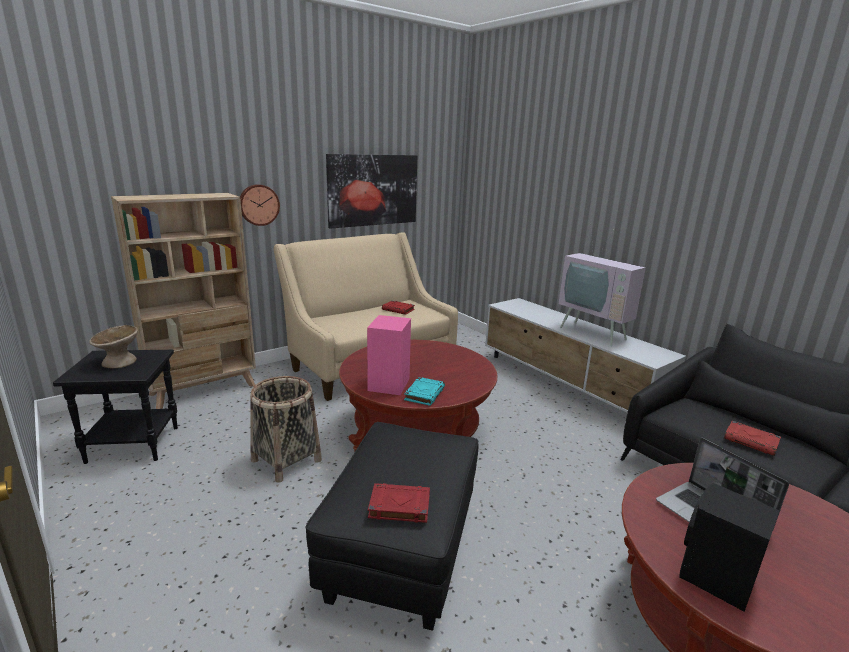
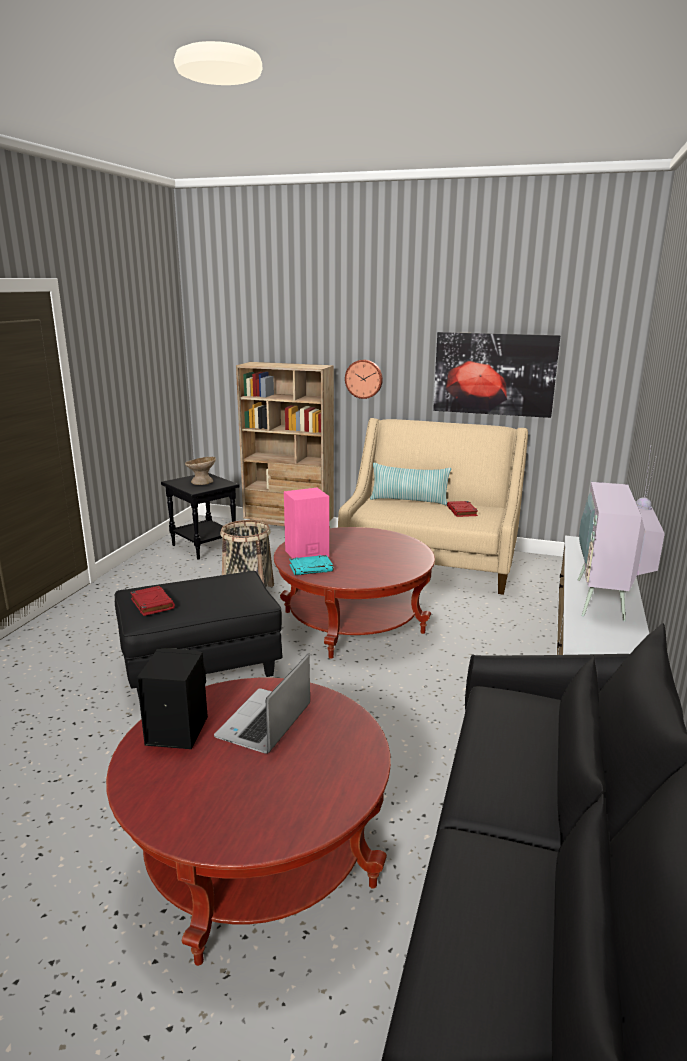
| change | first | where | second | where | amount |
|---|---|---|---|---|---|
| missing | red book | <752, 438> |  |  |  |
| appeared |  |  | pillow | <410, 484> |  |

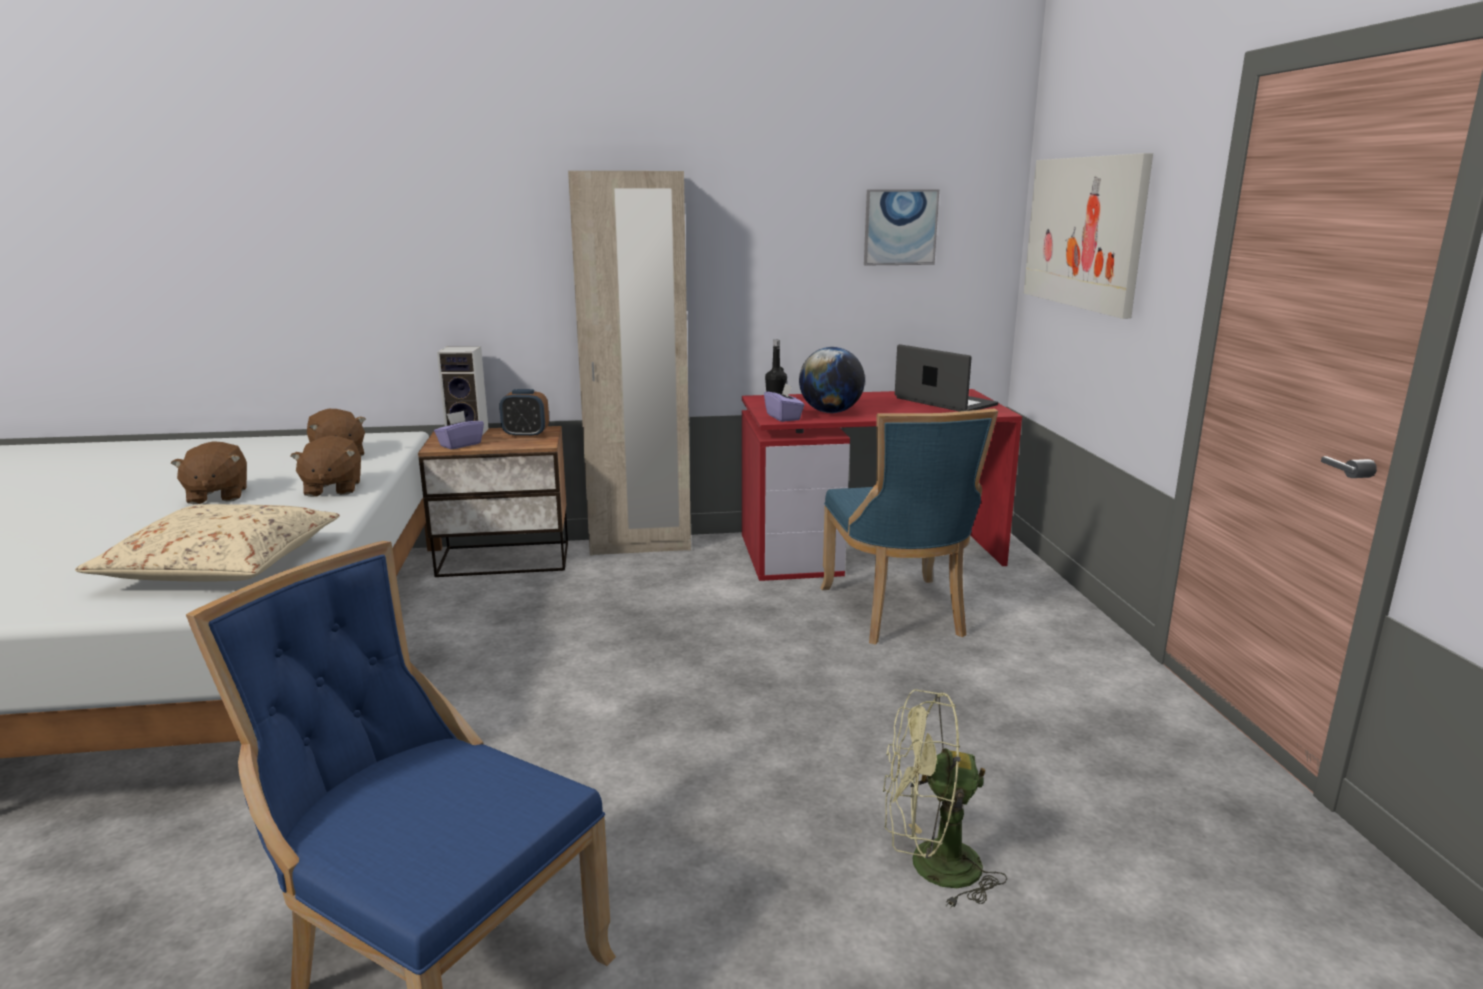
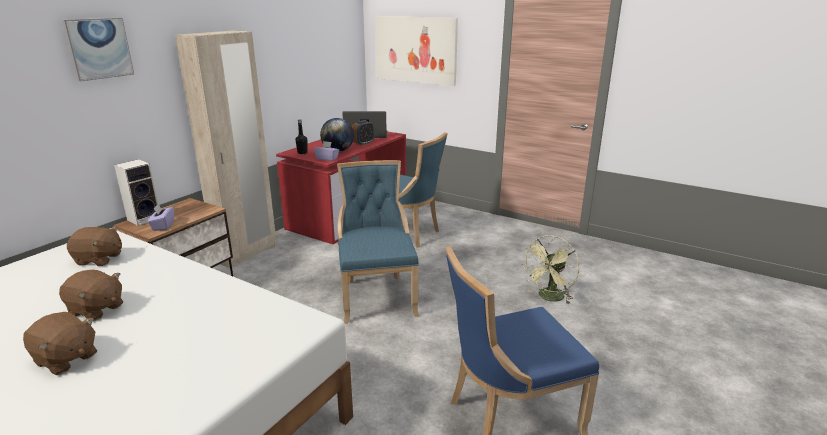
| change | first | where | second | where | amount |
|---|---|---|---|---|---|
| missing | beige pillow | <207, 543> |  |  |  |
| appeared |  |  | blue chair | <378, 242> |  |
| relocated | brown plush toy | <325, 466> |  | <60, 343> |  |
| relocated | alarm clock | <524, 413> |  | <363, 132> |  |
| relocated | picture | <901, 227> |  | <98, 50> |  |

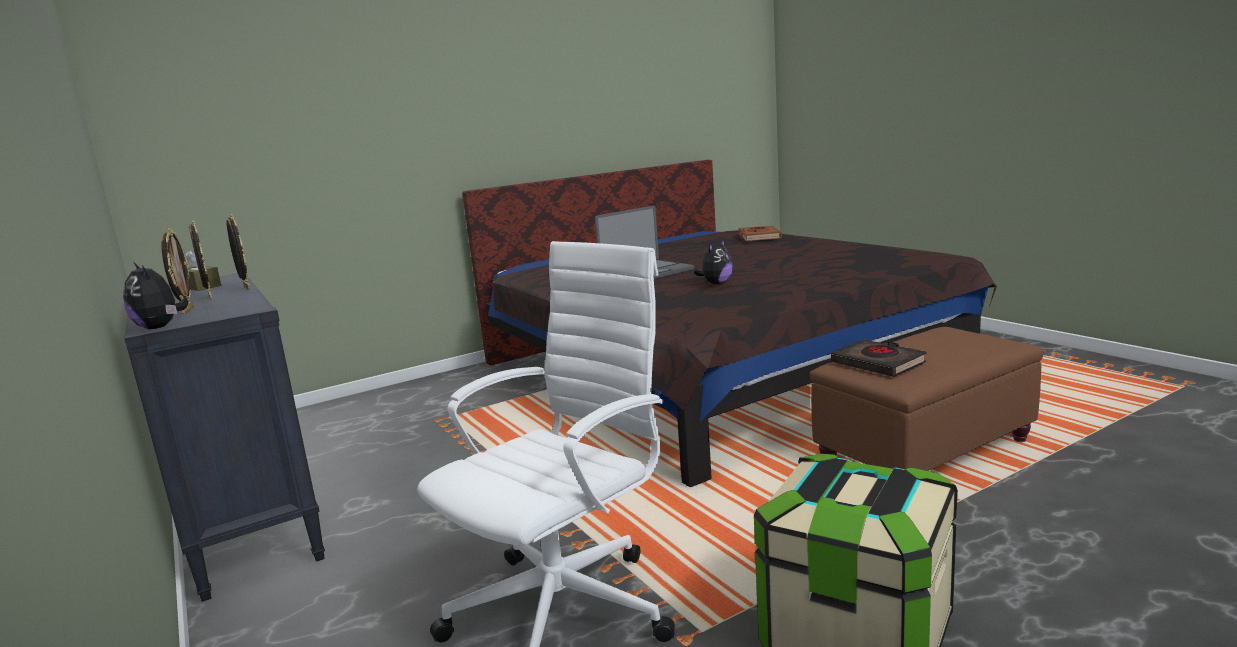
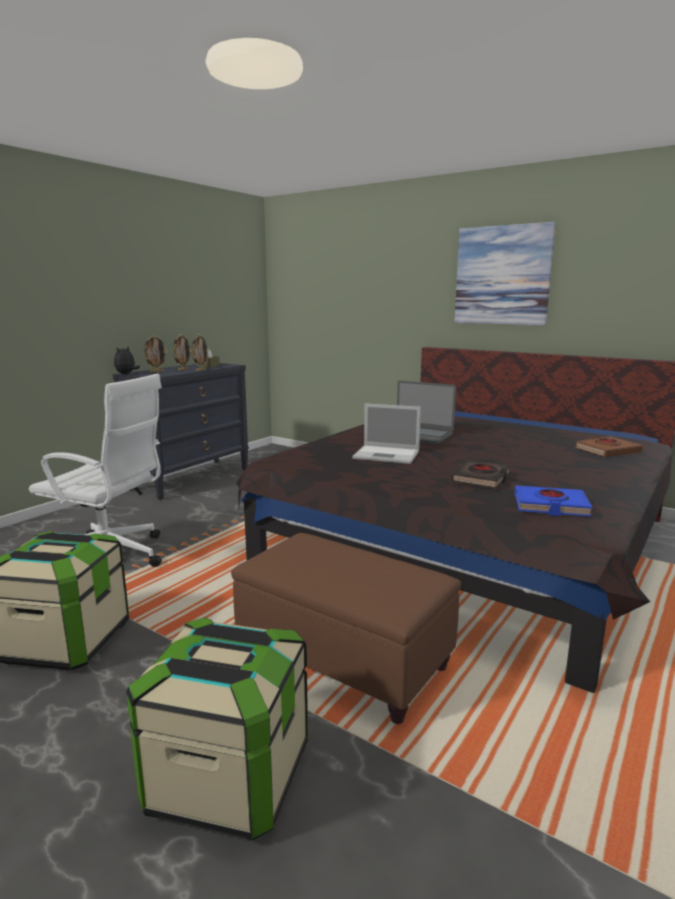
| change | first | where | second | where | amount |
|---|---|---|---|---|---|
| appeared |  |  | storage box | <217, 729> |  |
| appeared |  |  | picture | <505, 273> |  |
| appeared |  |  | blue book | <553, 500> |  |
| relocated | black book | <879, 358> |  | <480, 474> |  |
| exchanged | plush toy | <713, 261> | laptop | <386, 433> |  |

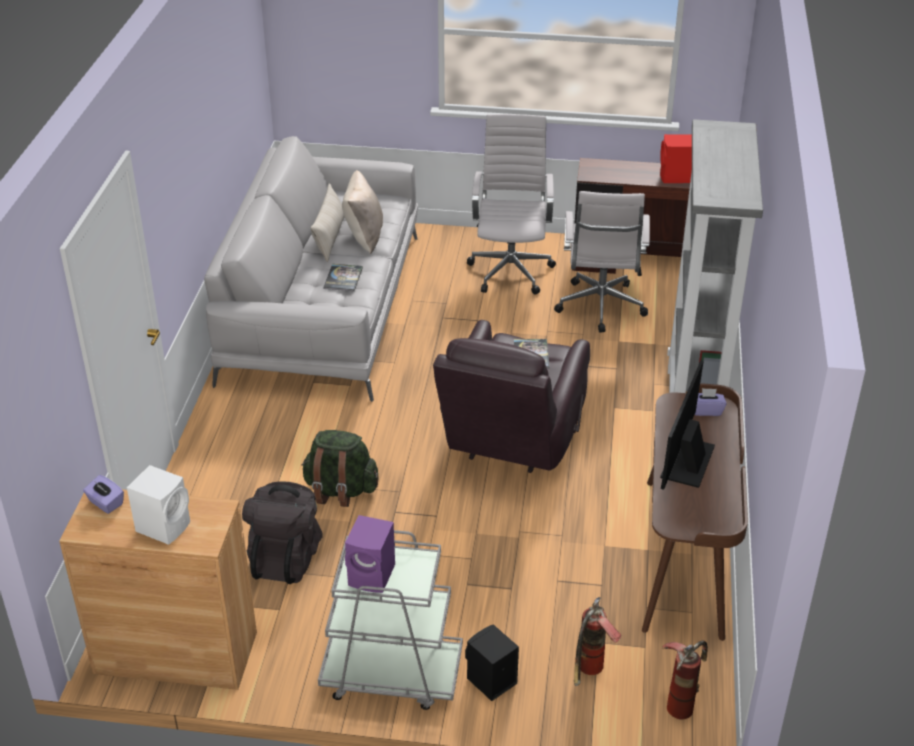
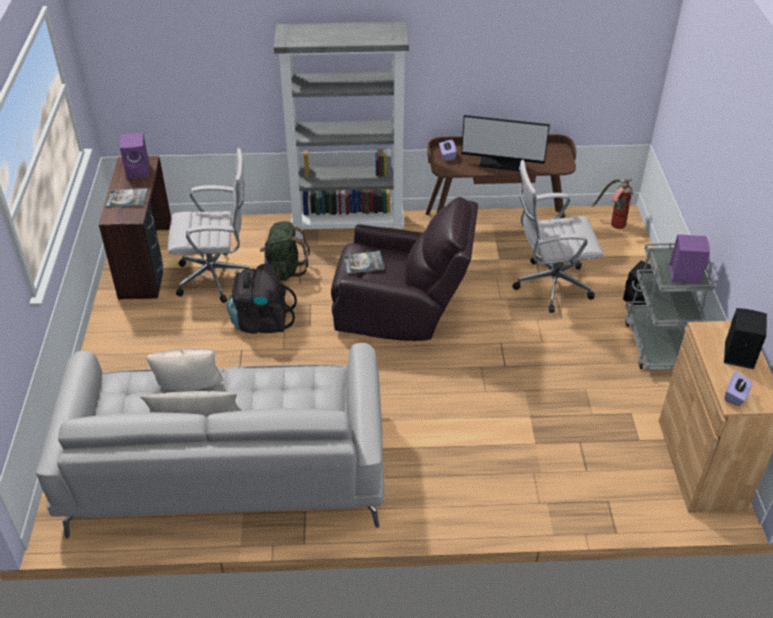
| change | first | where | second | where | amount |
|---|---|---|---|---|---|
| missing | fire extinguisher | <597, 641> |  |  |  |
| relocated | black backpack | <282, 532> |  | <262, 299> |  |
| relocated | green backpack | <340, 468> |  | <285, 251> |  |
| relocated | book | <343, 277> |  | <127, 198> |  |
| relocated | white office chair | <511, 204> |  | <557, 236> |  |
| colour | white speaker | <158, 505> | black speaker | <745, 338> |  |
| colour | red speaker | <676, 158> | purple speaker | <134, 156> |  |

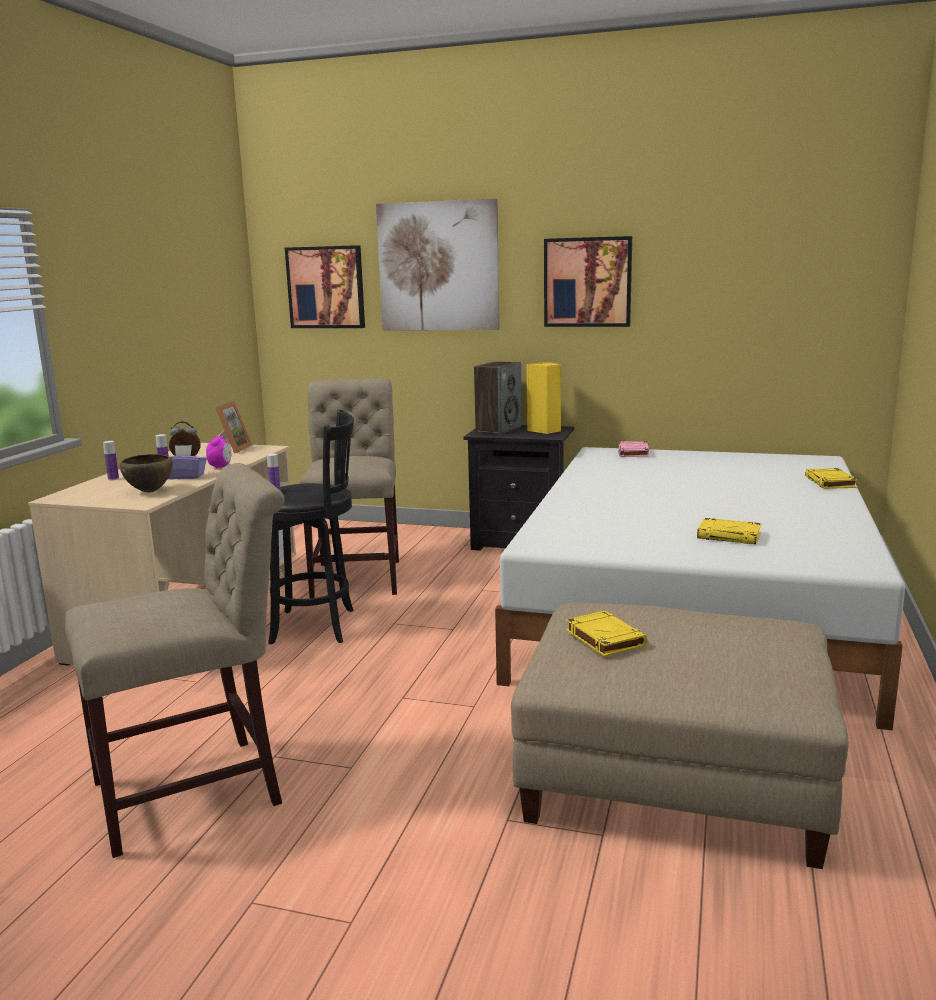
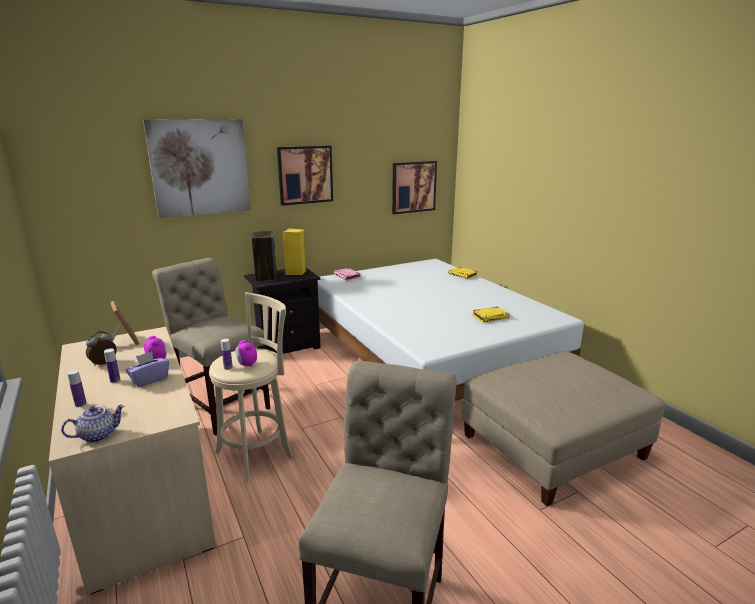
| change | first | where | second | where | amount |
|---|---|---|---|---|---|
| missing | brown bowl | <146, 473> |  |  |  |
| missing | yellow book | <606, 634> |  |  |  |
| appeared |  |  | teapot | <93, 424> |  |
| appeared |  |  | alarm clock | <246, 353> |  |
| relocated | picture | <325, 286> |  | <414, 187> |  |
| colour | black stool | <311, 527> | beige stool | <251, 387> |  |

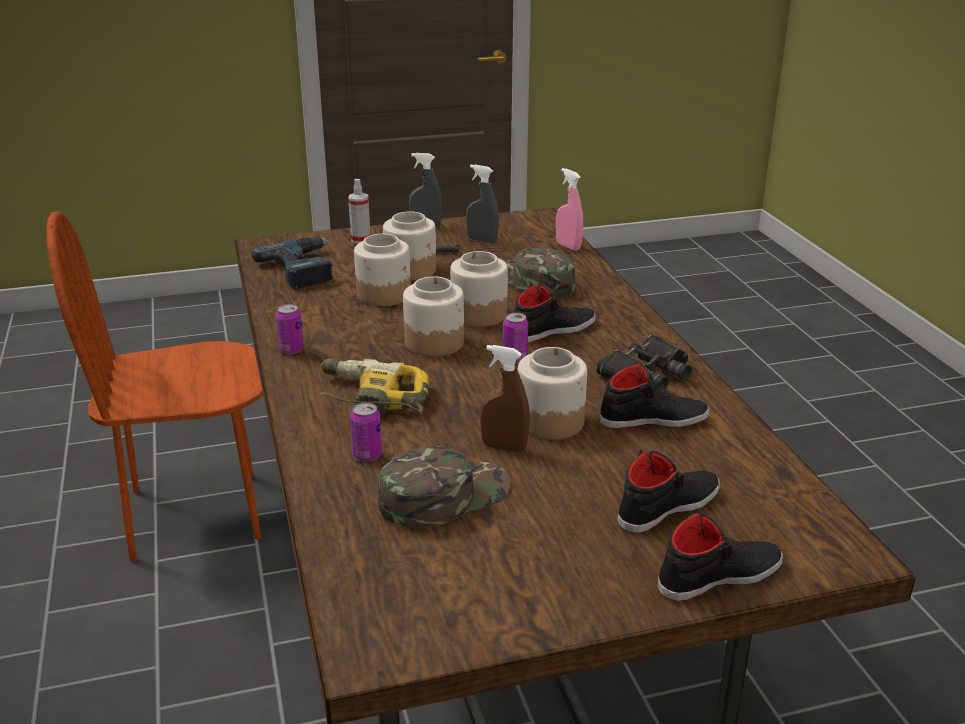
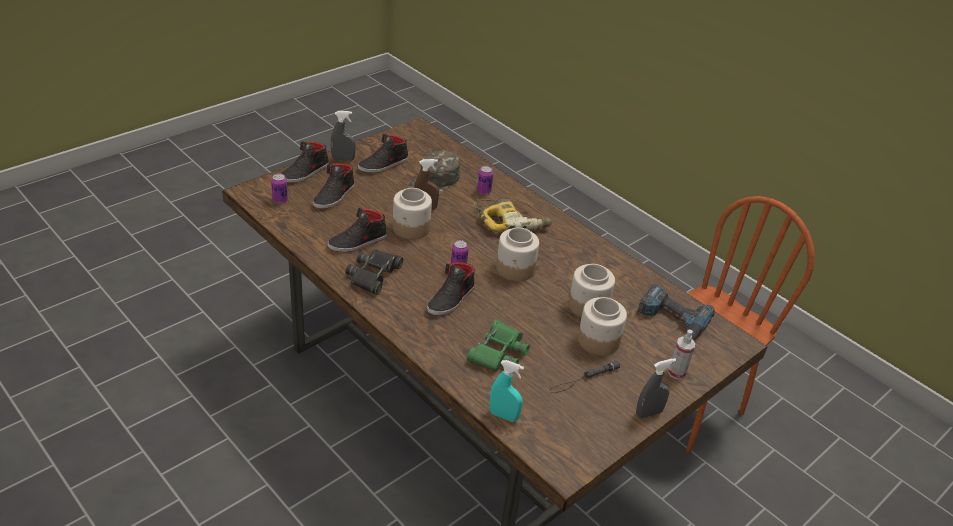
| change | first | where | second | where | amount |
|---|---|---|---|---|---|
| missing | jar | <479, 289> |  |  |  |
| appeared |  |  | black shoe | <383, 153> |  |
| relocated | can | <289, 329> |  | <279, 188> |  |
| relocated | grey spray bottle | <482, 204> |  | <343, 136> |  |
| exchanged | green cap | <539, 273> | green binoculars | <498, 345> |  |
| colour | pink spray bottle | <569, 209> | turquoise spray bottle | <507, 391> |  |

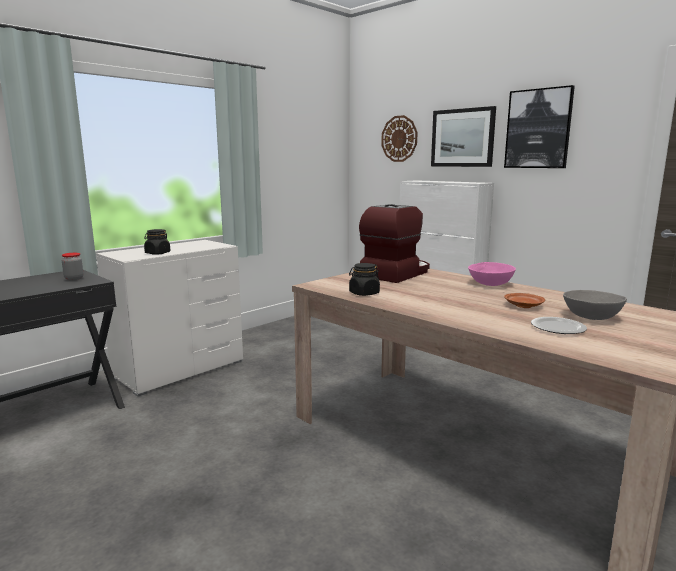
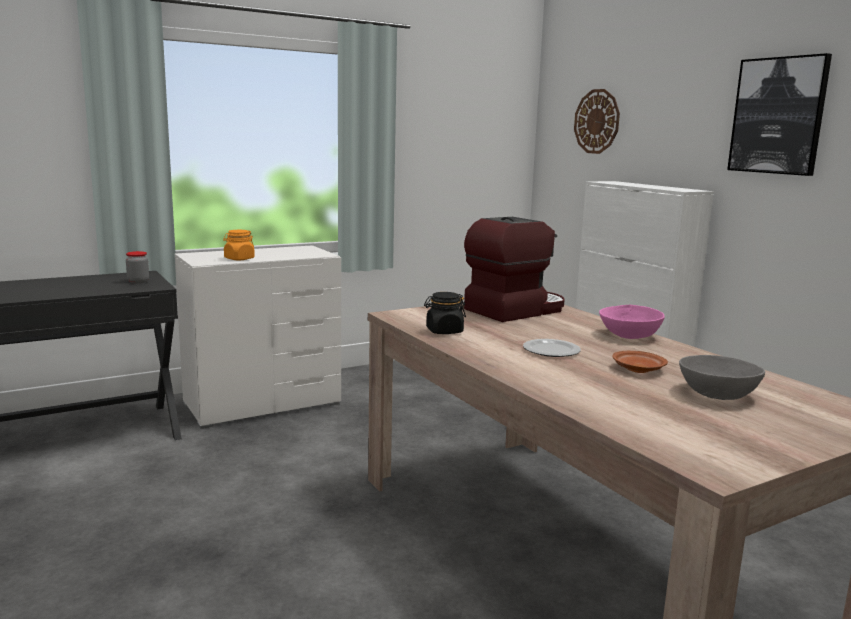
| change | first | where | second | where | amount |
|---|---|---|---|---|---|
| missing | picture | <463, 136> |  |  |  |
| relocated | plate | <559, 325> |  | <552, 348> |  |
| colour | black jar | <157, 242> | orange jar | <239, 245> |  |

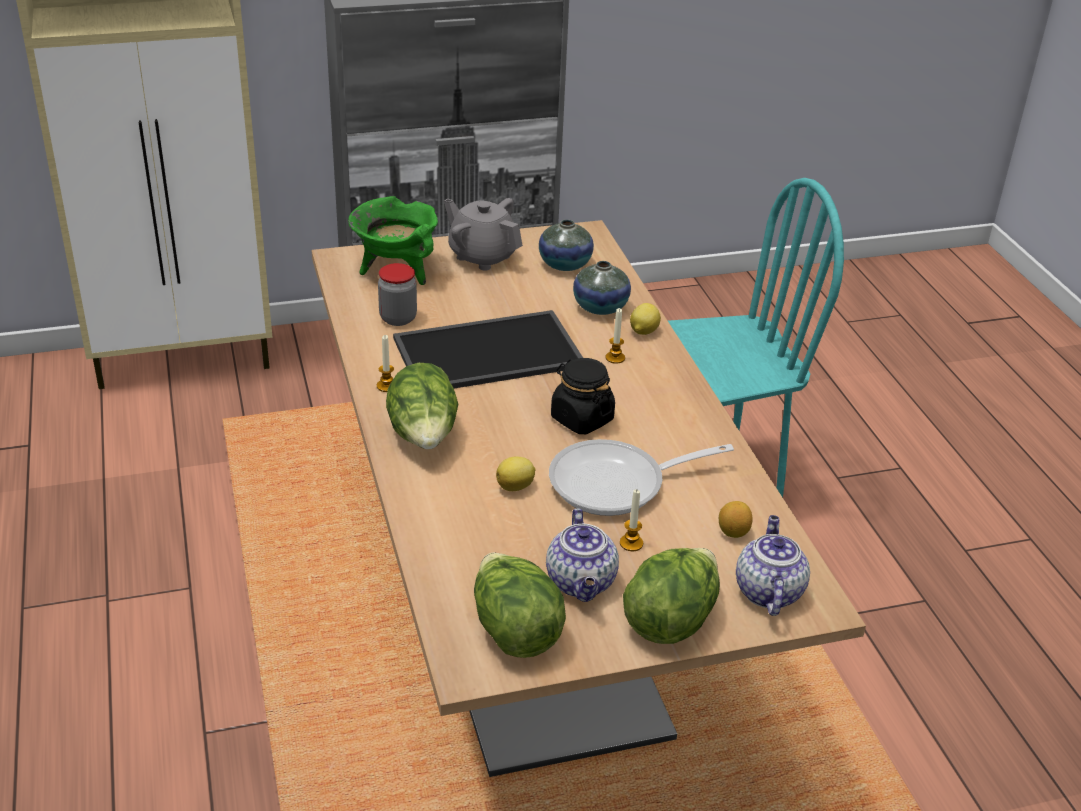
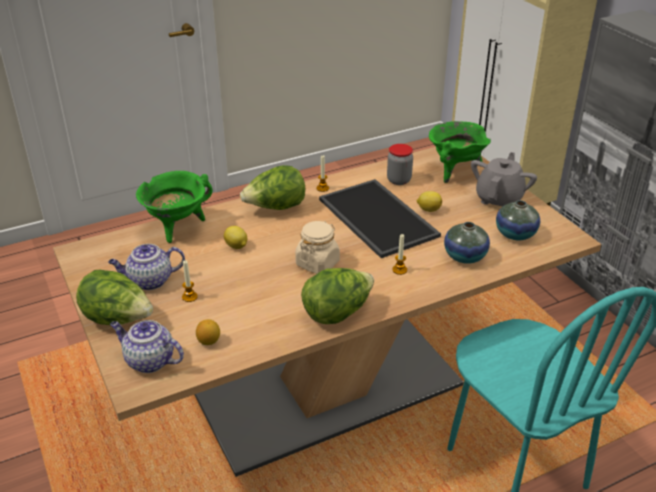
| change | first | where | second | where | amount |
|---|---|---|---|---|---|
| missing | frying pan | <641, 477> |  |  |  |
| appeared |  |  | green cooking pot | <174, 207> |  |
| relocated | lettuce | <520, 605> |  | <337, 296> |  |
| relocated | lemon | <645, 319> |  | <429, 201> |  |
| colour | black jar | <583, 396> | beige jar | <317, 247> |  |
| spun | teapot | <773, 565> |  | <147, 346> | 150 degrees counterclockwise |

